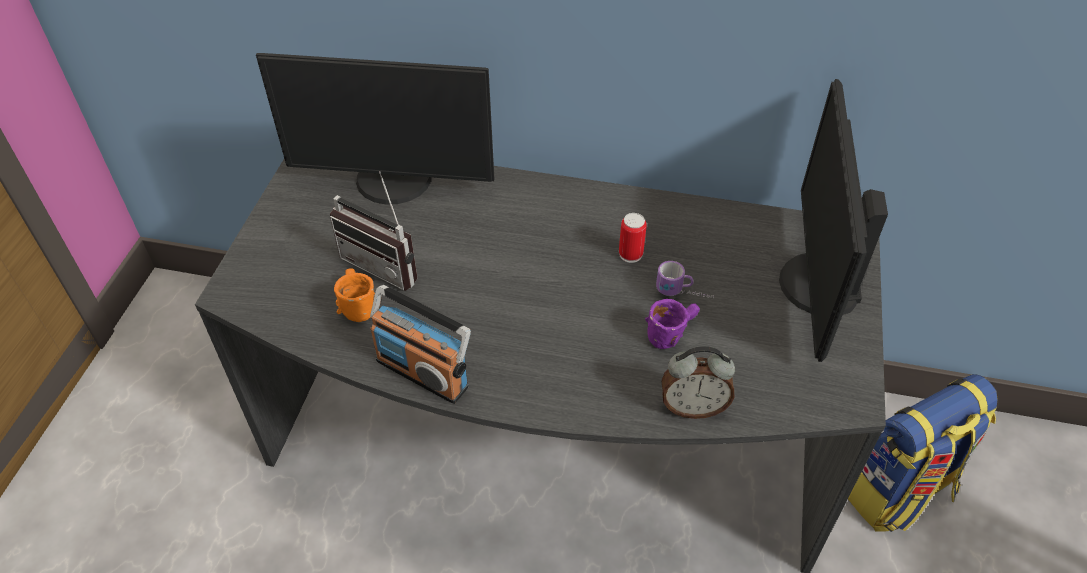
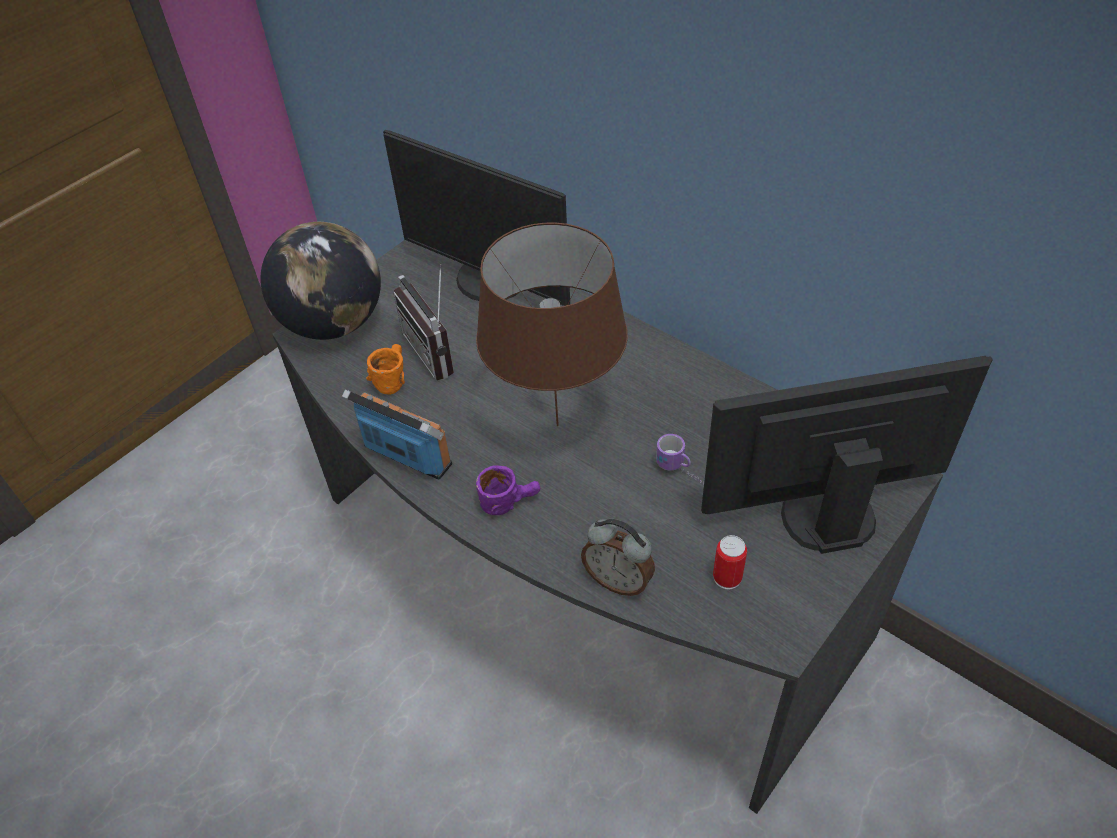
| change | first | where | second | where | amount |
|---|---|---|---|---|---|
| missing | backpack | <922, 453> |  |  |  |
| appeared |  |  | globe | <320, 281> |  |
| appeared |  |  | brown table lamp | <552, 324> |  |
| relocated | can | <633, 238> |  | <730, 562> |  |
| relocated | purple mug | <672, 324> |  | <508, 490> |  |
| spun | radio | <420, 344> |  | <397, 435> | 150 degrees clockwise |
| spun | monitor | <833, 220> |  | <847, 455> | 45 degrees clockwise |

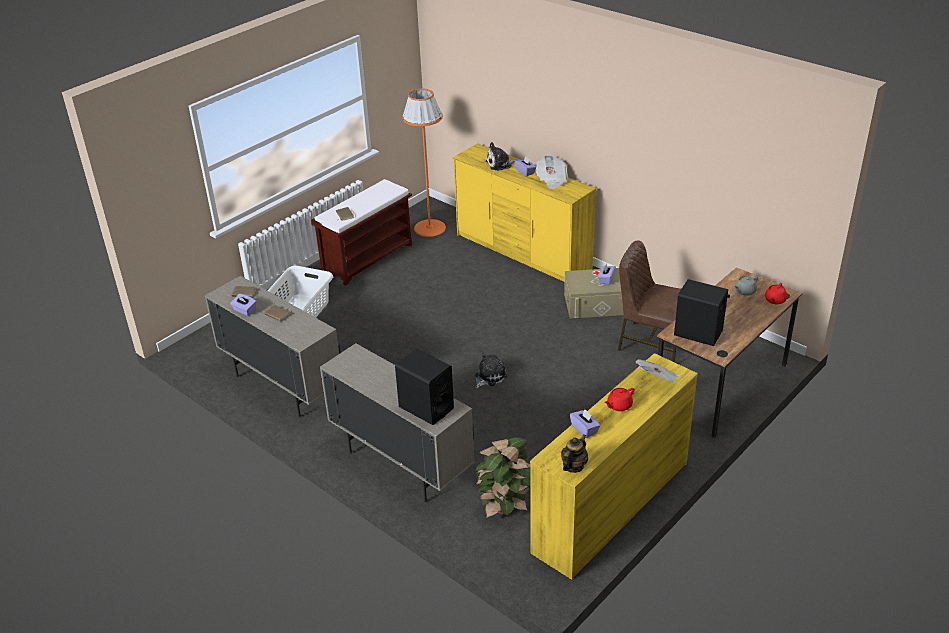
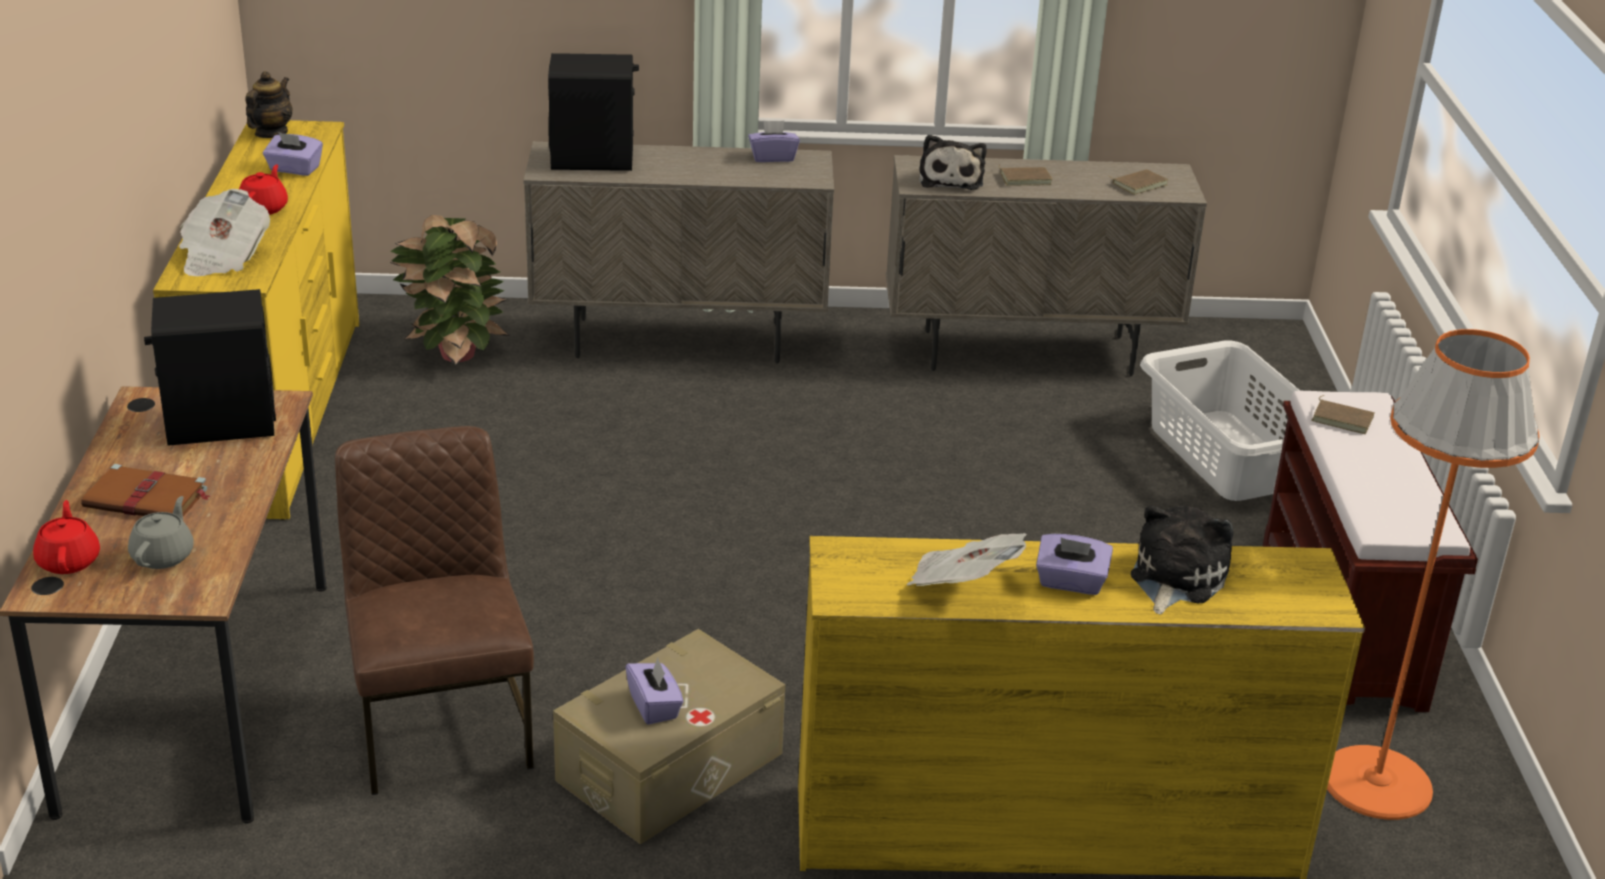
| change | first | where | second | where | amount |
|---|---|---|---|---|---|
| appeared |  |  | brown book | <145, 490> |  |
| relocated | purple tissue box | <243, 305> |  | <774, 141> |  |
| relocated | plush toy | <491, 370> |  | <952, 162> |  |
| spun | teapot | <574, 453> |  | <268, 104> | 150 degrees counterclockwise |
| spun | brown chair | <649, 301> |  | <434, 610> | 90 degrees counterclockwise |

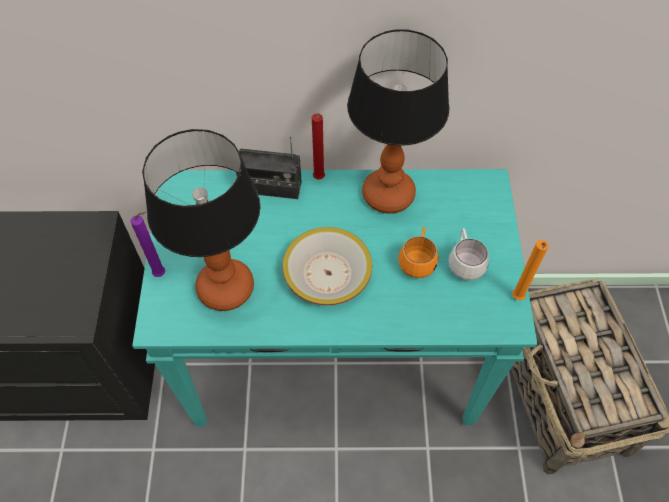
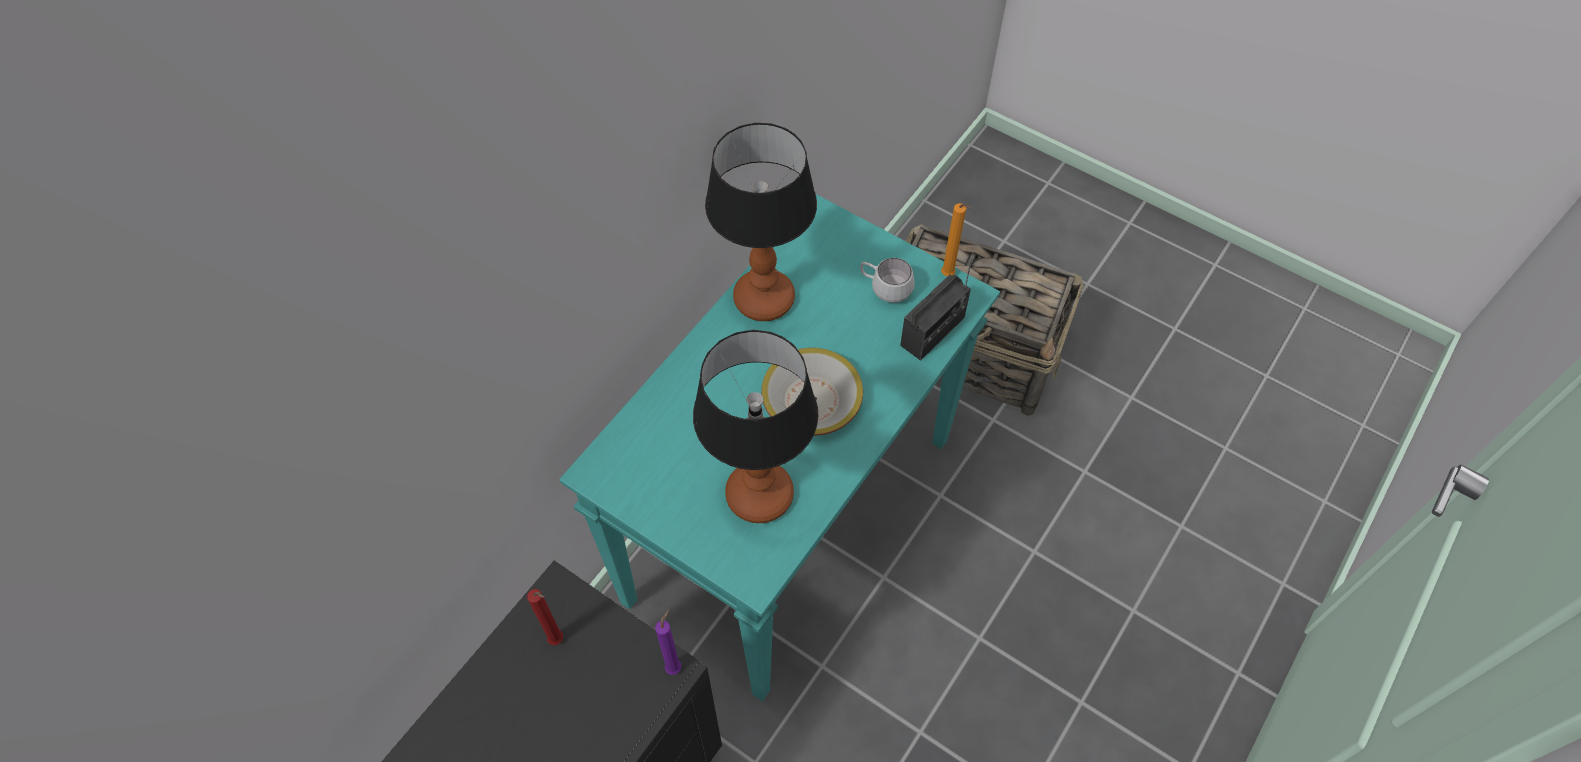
| change | first | where | second | where | amount |
|---|---|---|---|---|---|
| missing | orange mug | <418, 252> |  |  |  |
| relocated | purple candle | <147, 244> |  | <668, 642> |  |
| relocated | radio | <269, 168> |  | <936, 307> |  |
| relocated | red candle | <318, 146> |  | <545, 617> |  |

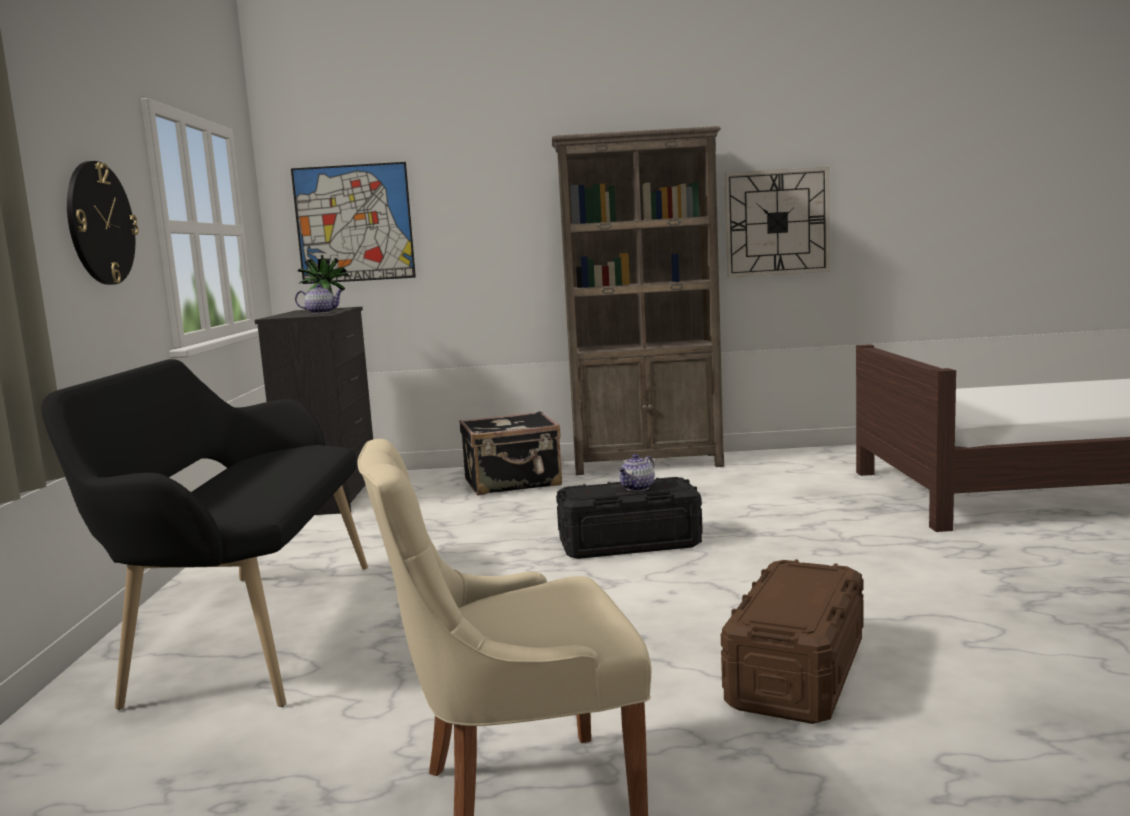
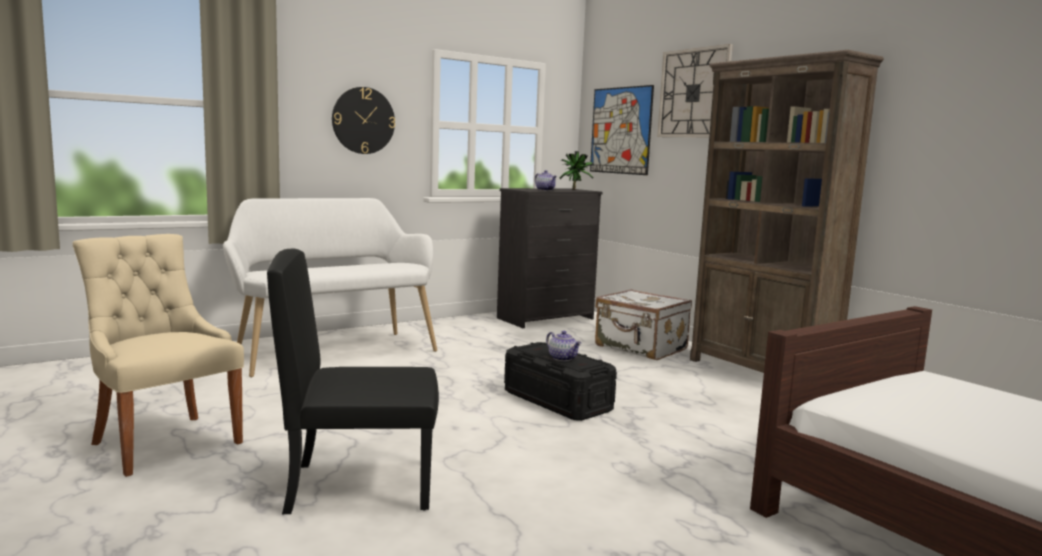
| change | first | where | second | where | amount |
|---|---|---|---|---|---|
| relocated | wall clock | <777, 222> |  | <695, 90> |  |
| exchanged | brown storage box | <792, 641> | black chair | <353, 381> |  |
| colour | black bench | <205, 534> | white bench | <330, 288> |  |
| colour | black suitcase | <510, 453> | white suitcase | <643, 324> |  |
| spun | teapot | <636, 472> |  | <563, 346> | 135 degrees counterclockwise |

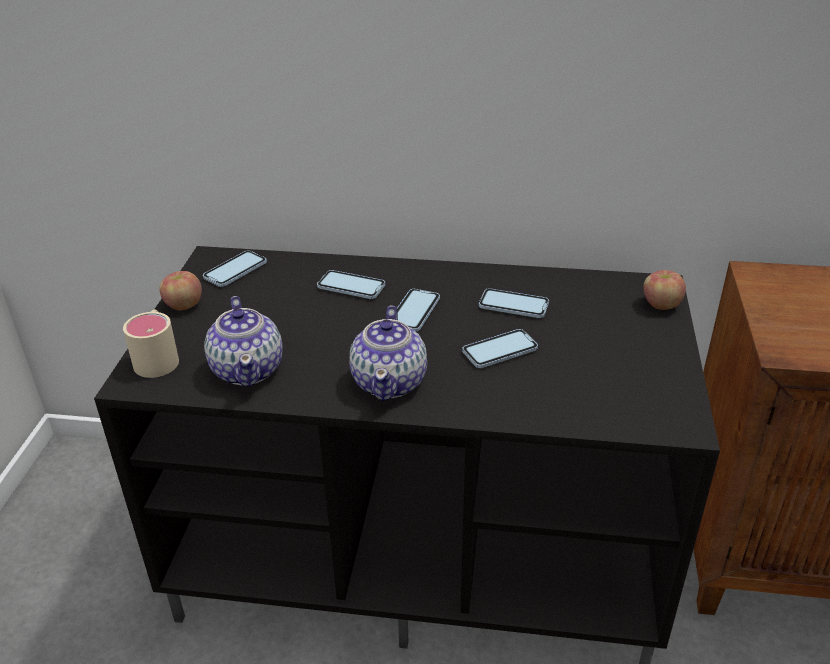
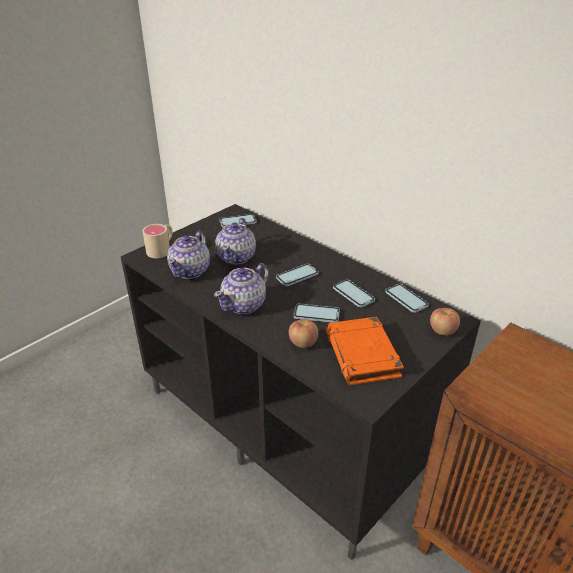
| change | first | where | second | where | amount |
|---|---|---|---|---|---|
| appeared |  |  | teapot | <235, 241> |  |
| appeared |  |  | orange book | <365, 351> |  |
| relocated | apple | <180, 290> |  | <303, 333> |  |
| relocated | phone | <351, 284> |  | <407, 298> |  |

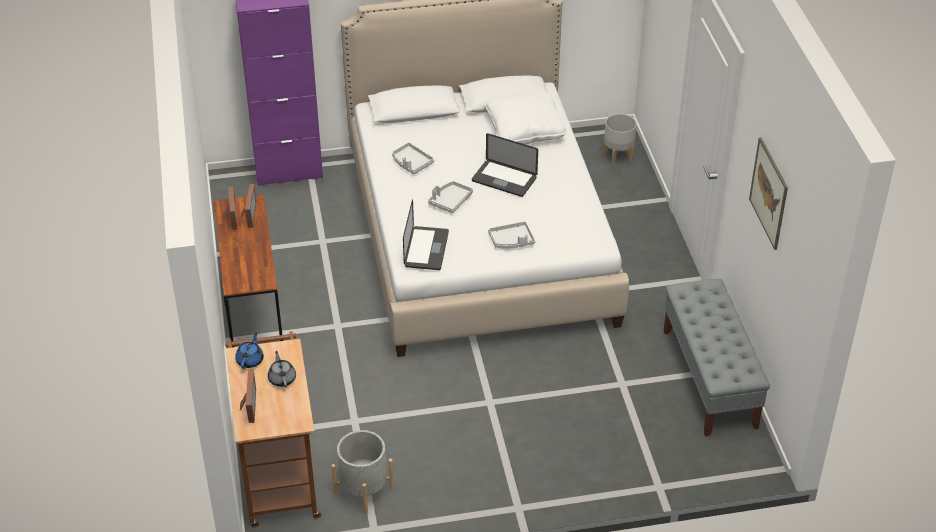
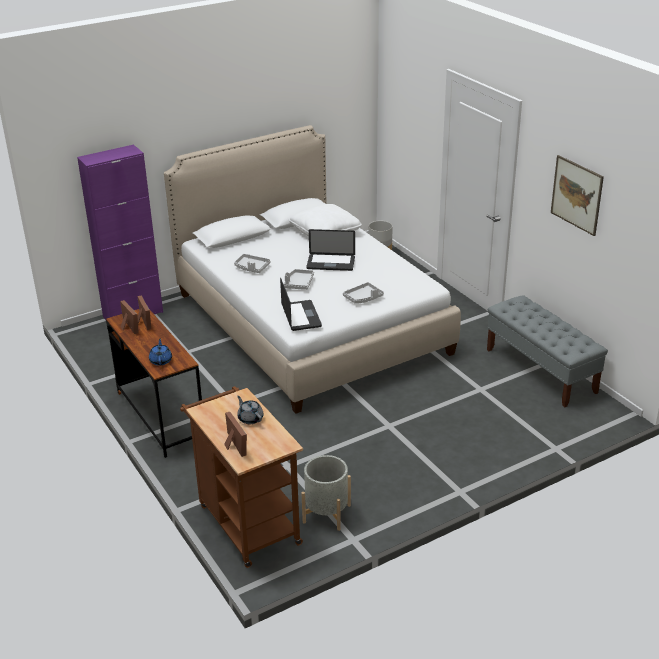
| change | first | where | second | where | amount |
|---|---|---|---|---|---|
| relocated | blue teapot | <249, 350> |  | <160, 352> |  |

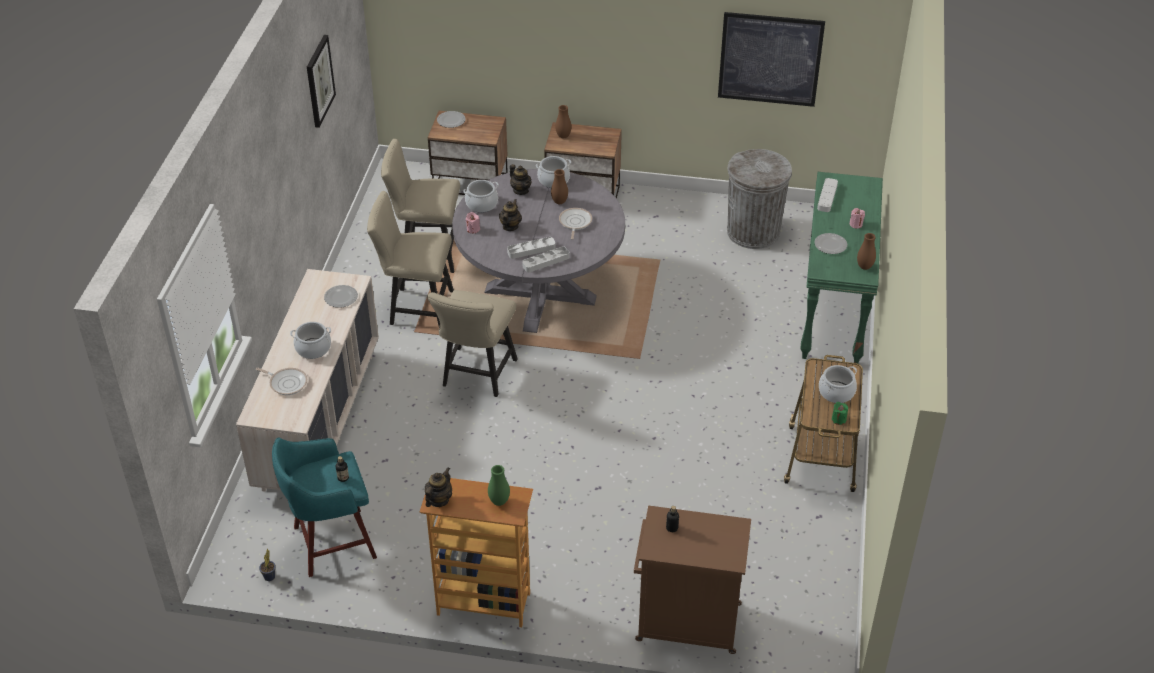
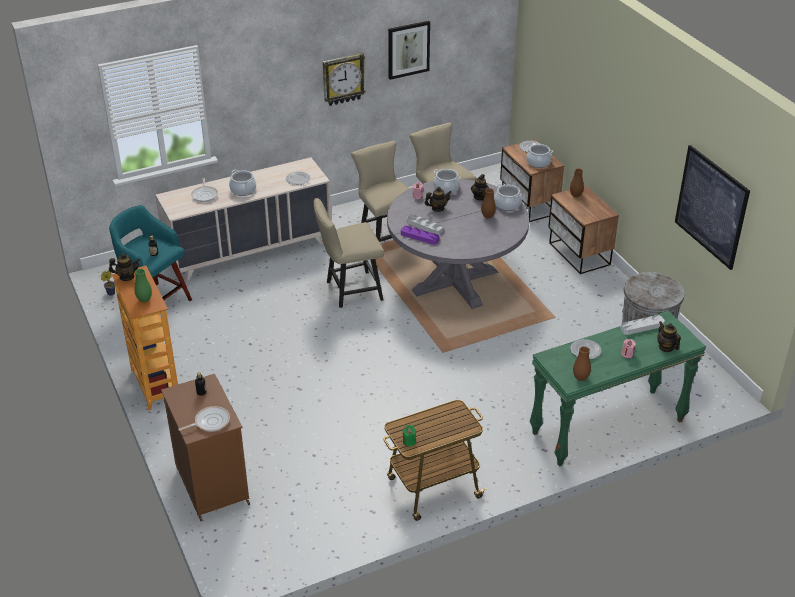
| change | first | where | second | where | amount |
|---|---|---|---|---|---|
| appeared |  |  | wall clock | <344, 79> |  |
| appeared |  |  | teapot | <669, 336> |  |
| relocated | frying pan | <575, 223> |  | <204, 419> |  |
| relocated | cooking pot | <838, 384> |  | <539, 156> |  |
| colour | grey tray | <545, 259> | purple tray | <420, 235> |  |

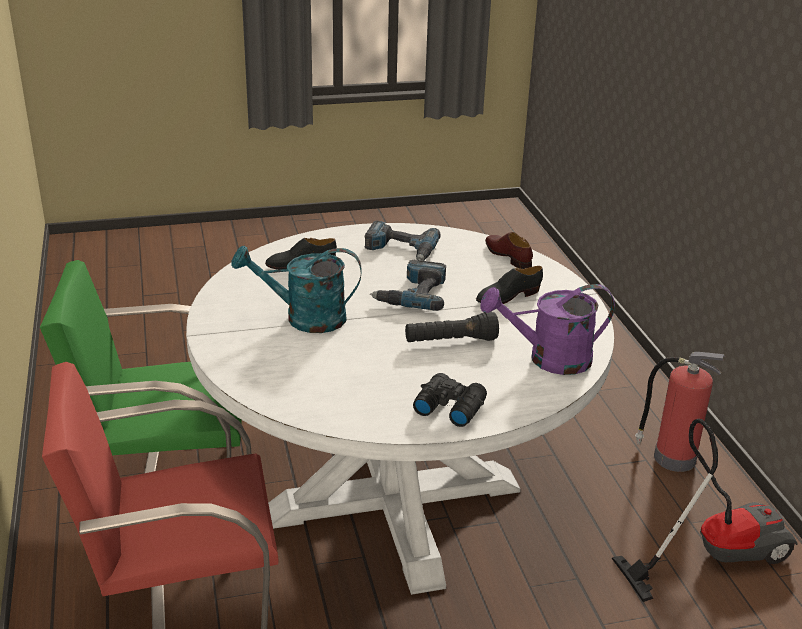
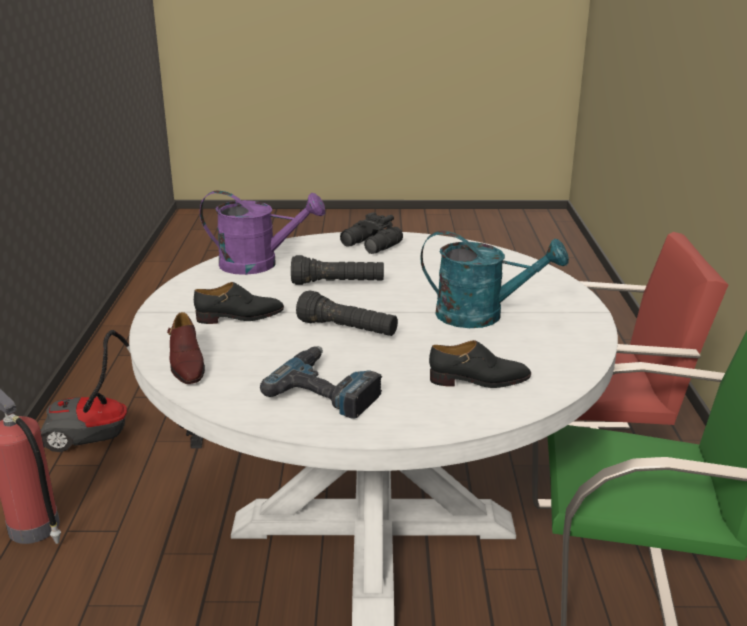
| change | first | where | second | where | amount |
|---|---|---|---|---|---|
| exchanged | power drill | <408, 285> | black flashlight | <347, 313> |  |

